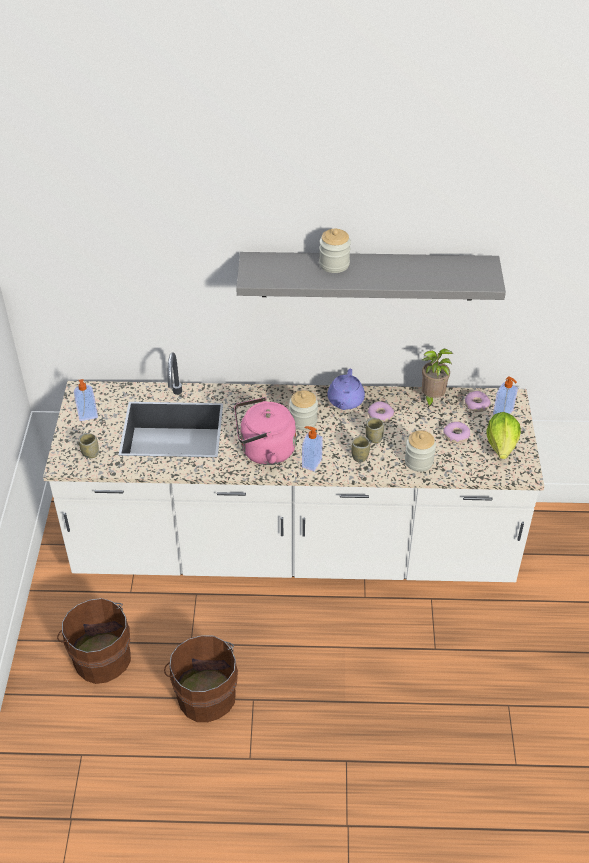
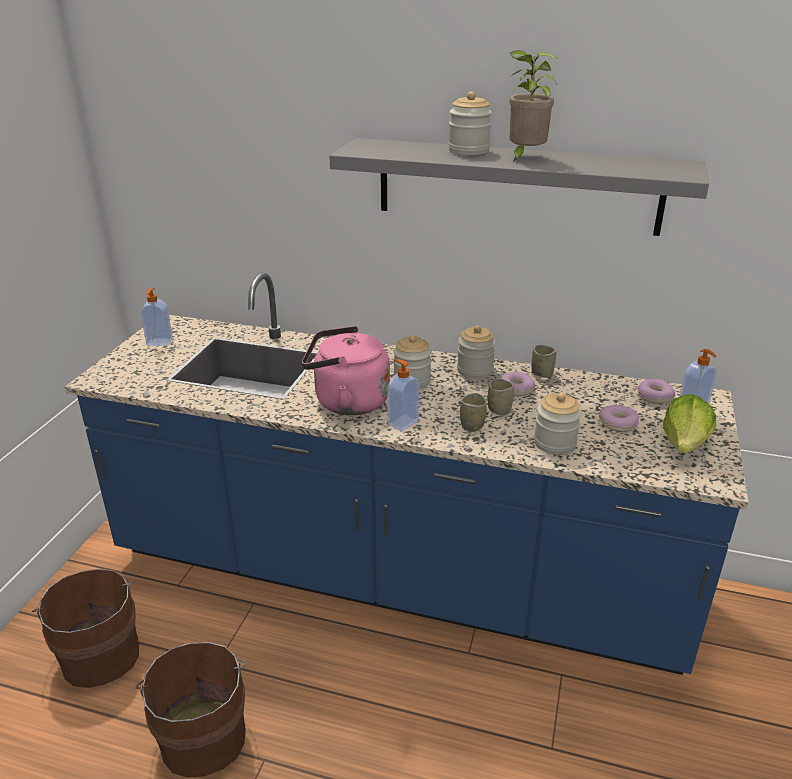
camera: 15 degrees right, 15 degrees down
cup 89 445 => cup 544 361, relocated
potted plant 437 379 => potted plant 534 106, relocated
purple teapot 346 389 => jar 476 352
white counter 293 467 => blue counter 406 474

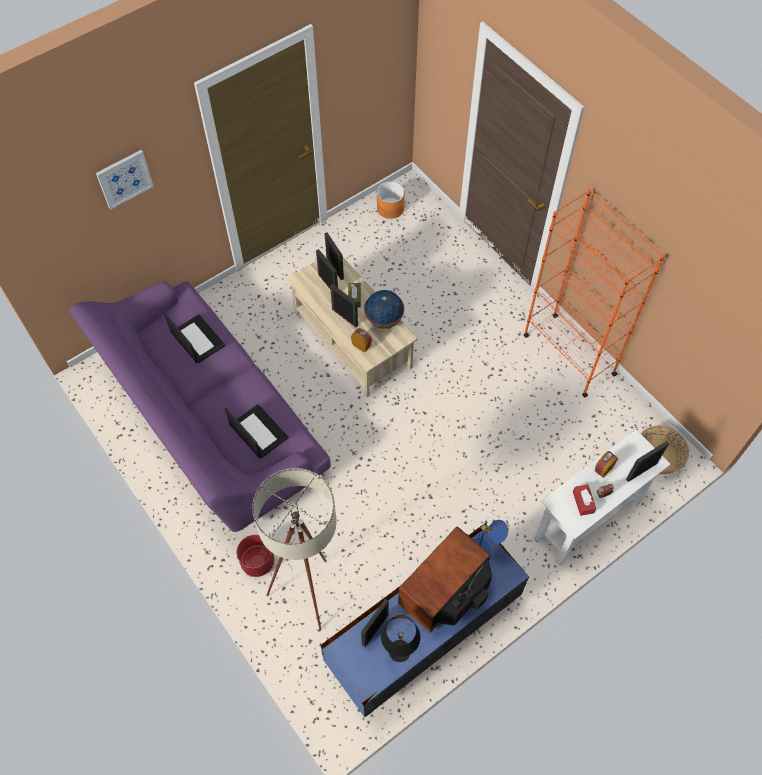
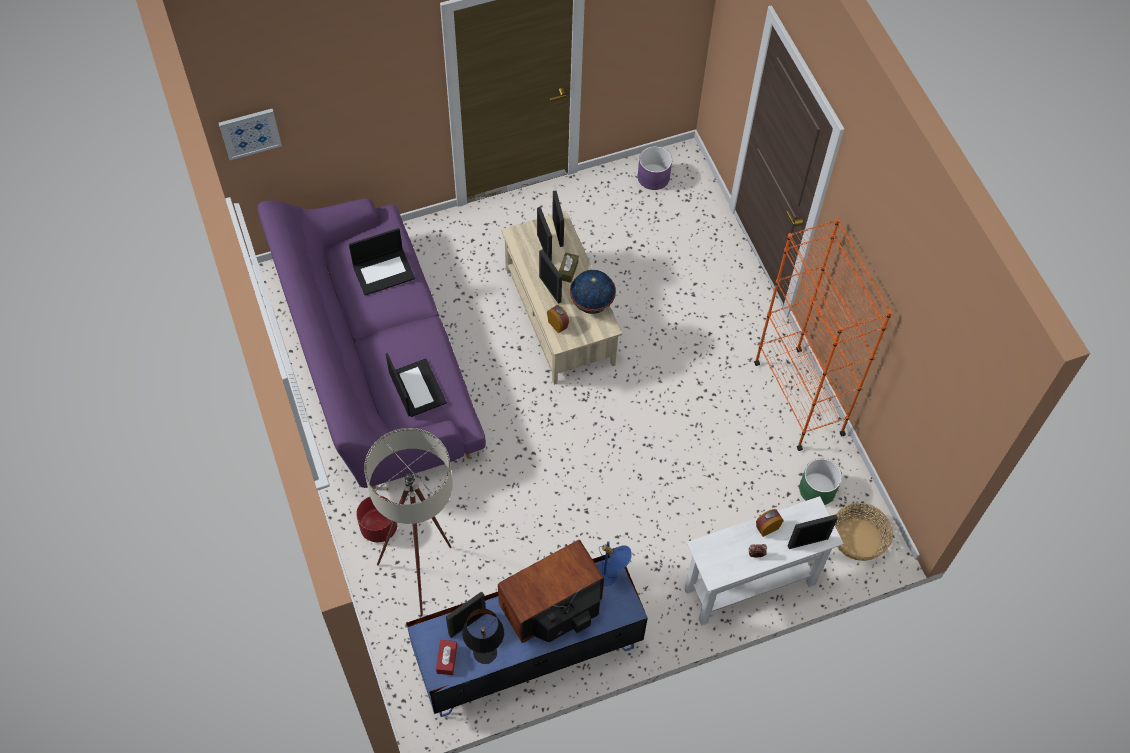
camera: 15 degrees right, 0 degrees up
nothing => green planter 820 481
picture 125 180 => picture 250 134, relocated
red tissue box 584 500 => red tissue box 446 657, relocated
orange planter 391 200 => purple planter 655 168
laptop 194 338 => laptop 382 261, 90 degrees clockwise

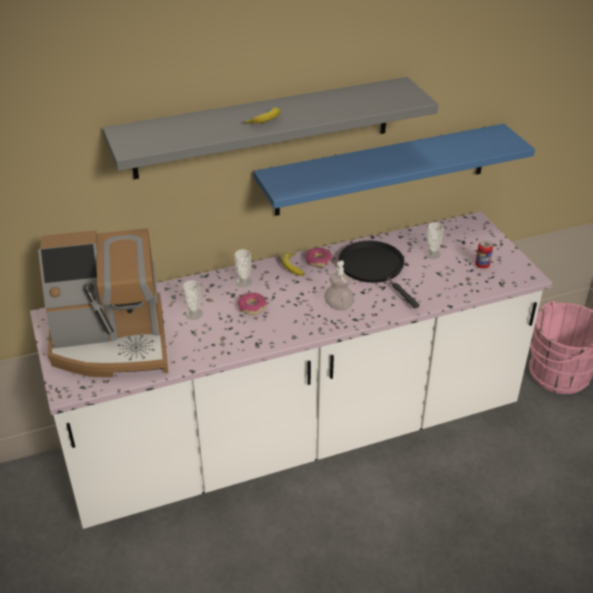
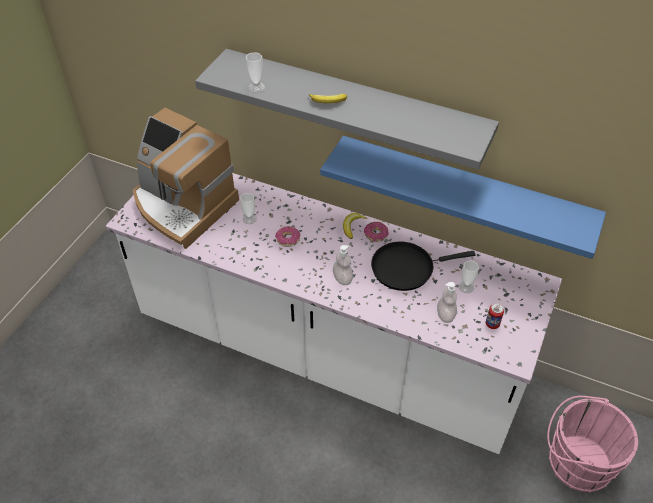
camera: 45 degrees right, 10 degrees up
nothing => soap dispenser 447 302
cup 243 268 => cup 255 72, relocated
black frying pan 379 274 => black frying pan 423 266, 120 degrees counterclockwise

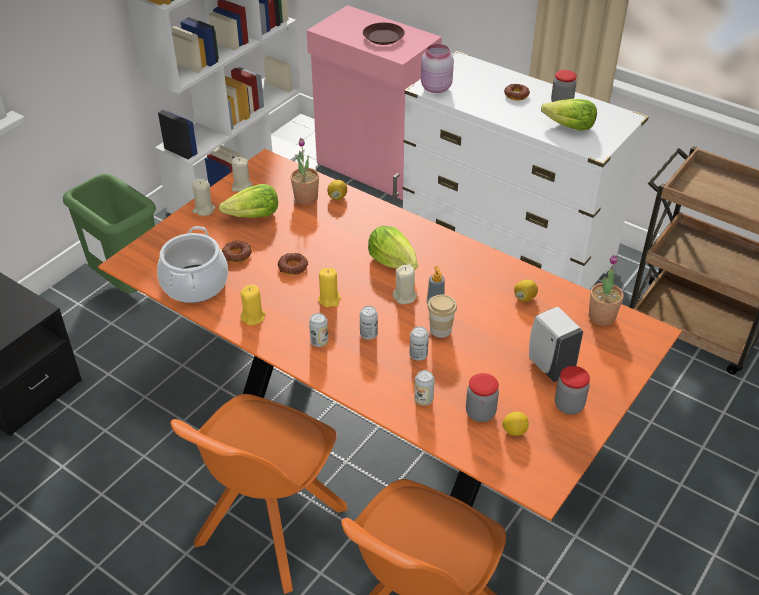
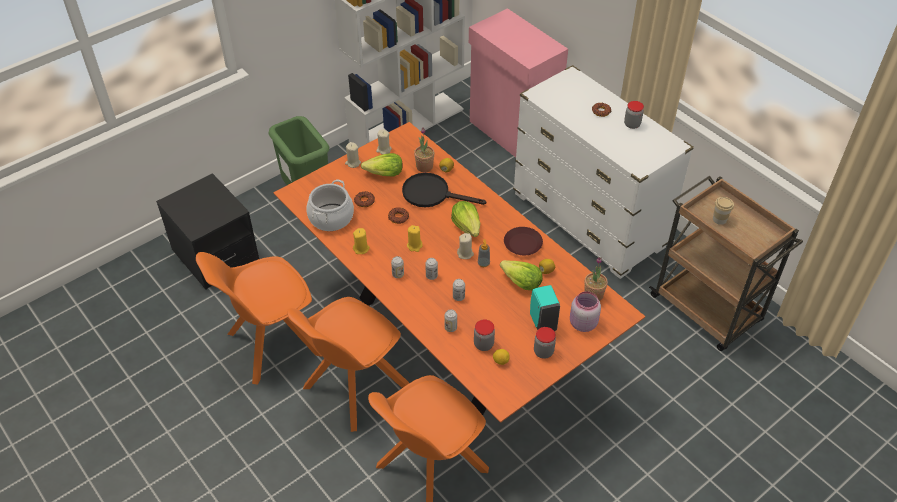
camera: 15 degrees right, 5 degrees up
nothing => orange chair 259 318
nothing => black frying pan 444 190
brown plate 384 34 => brown plate 523 241, relocated
pink jar 437 68 => pink jar 585 311, relocated
cup 442 316 => cup 723 211, relocated
lettuce 569 115 => lettuce 521 275, relocated
white soap dispenser 556 344 => turquoise soap dispenser 545 308

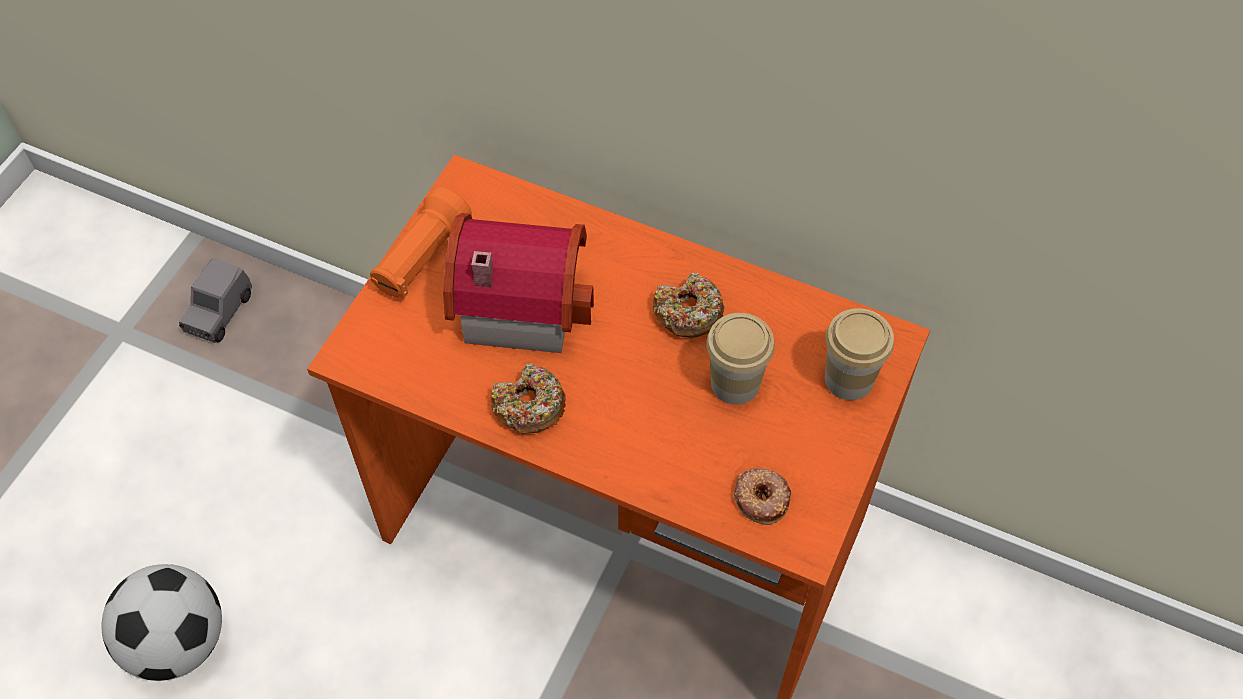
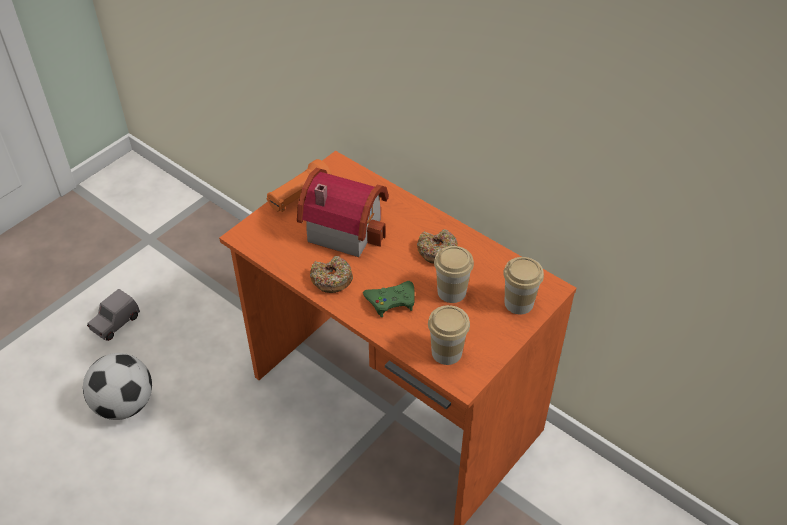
camera: 15 degrees right, 10 degrees down
nothing => green game controller 389 299
grey toy car 215 300 => grey toy car 113 315, relocated
donut 762 496 => cup 449 335

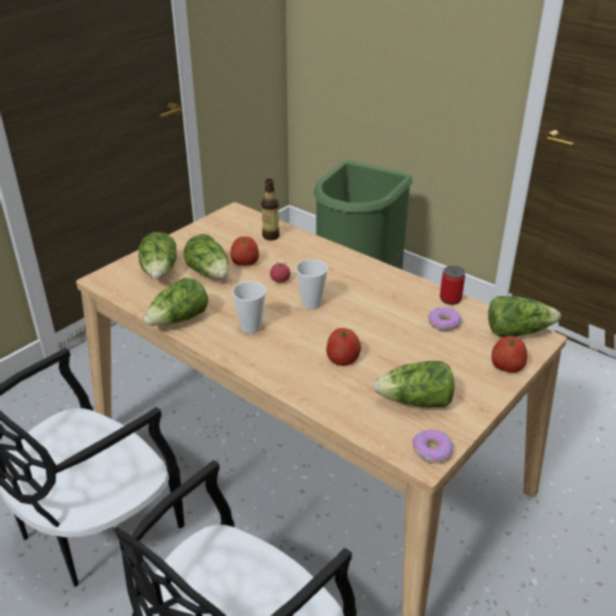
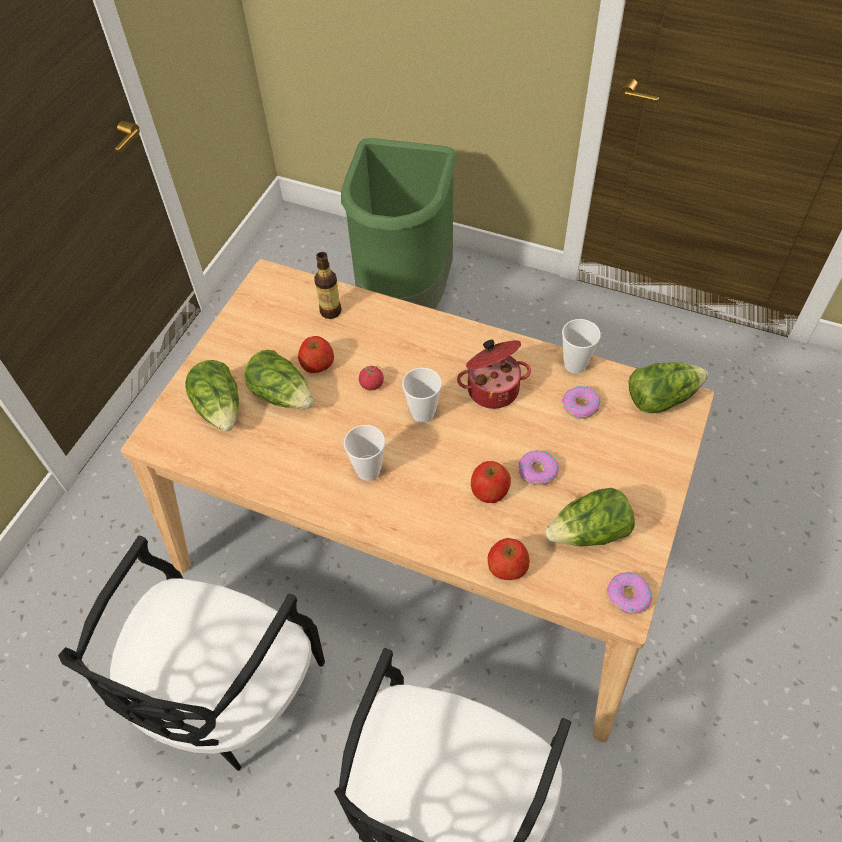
camera: 15 degrees left, 20 degrees up
lettuce 175 302 => nothing
nothing => cooking pot 494 374
nothing => donut 539 467
apple 509 354 => apple 509 559, relocated
can 452 285 => cup 581 346

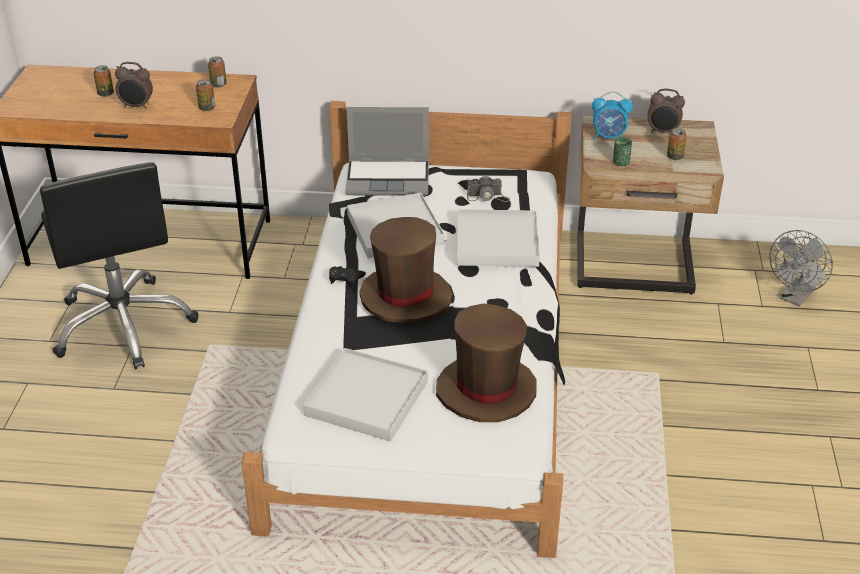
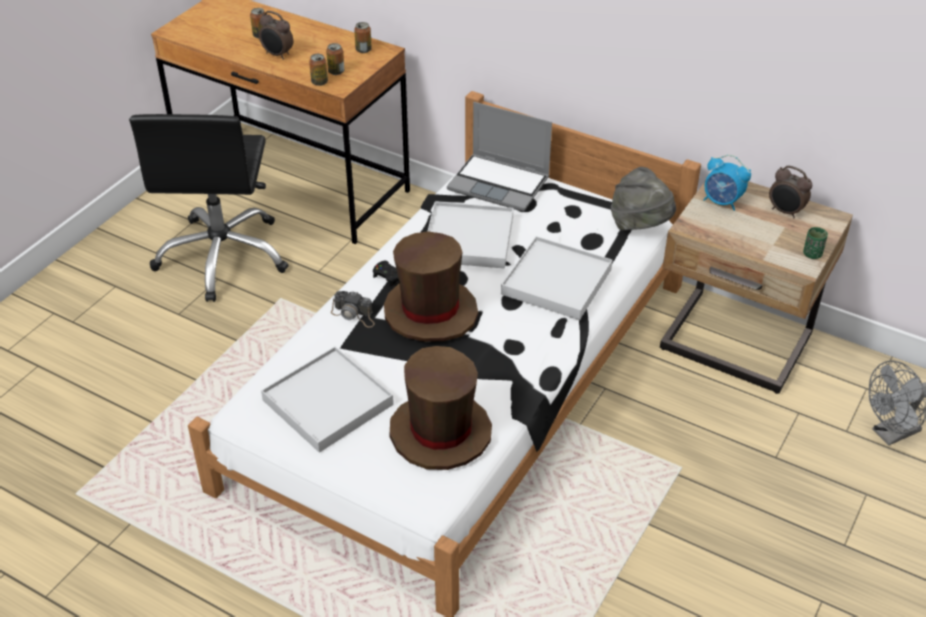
camera: 25 degrees right, 5 degrees up
nothing => grey hat 643 198
photo camera 488 189 => photo camera 353 309, relocated
green cup 622 152 => green cup 815 243, relocated
can 677 144 => can 318 70, relocated

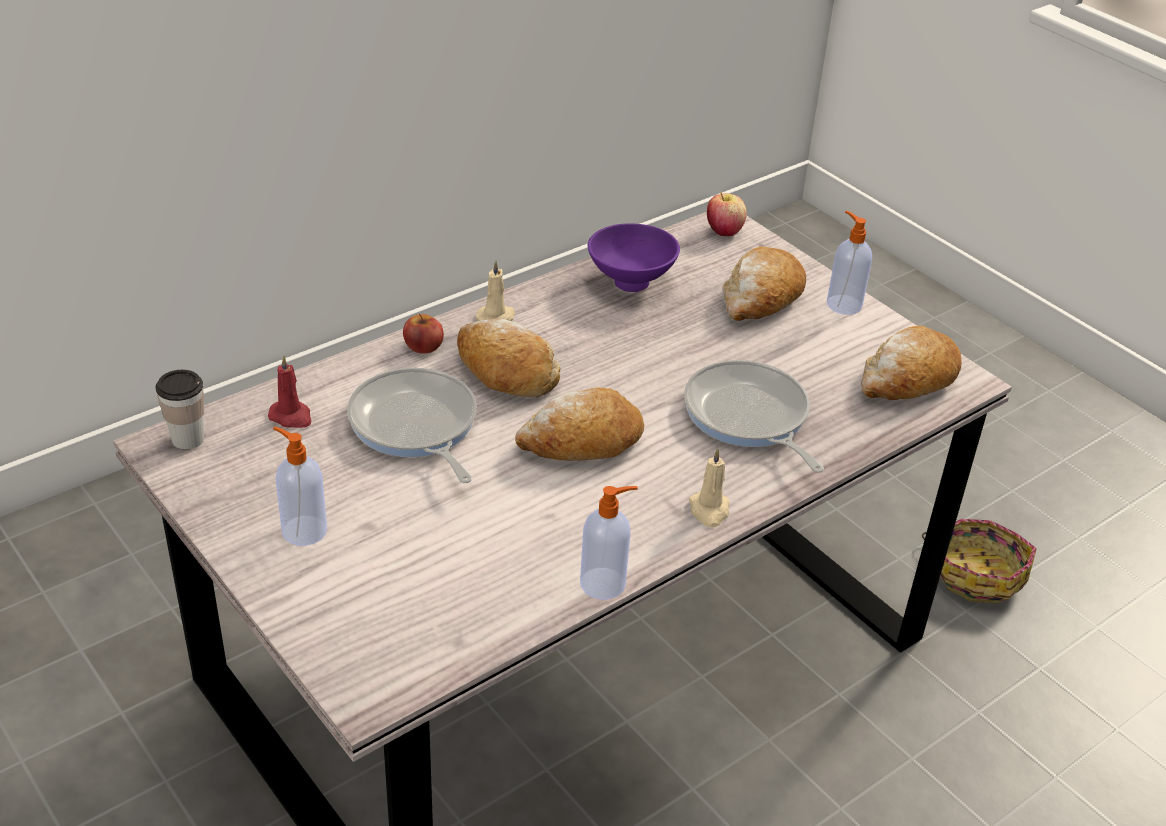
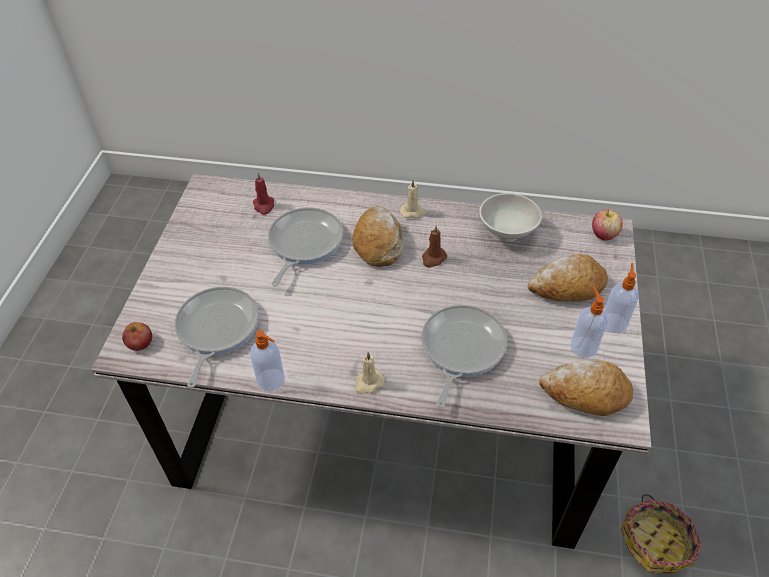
camera: 50 degrees right, 10 degrees up
cup 180 410 => nothing
bread 579 424 => nothing
nothing => frying pan 216 337
nothing => brown candle 434 246
soap dispenser 300 486 => soap dispenser 589 322, relocated
apple 423 334 => apple 137 336, relocated
purple bowl 634 257 => white bowl 510 217

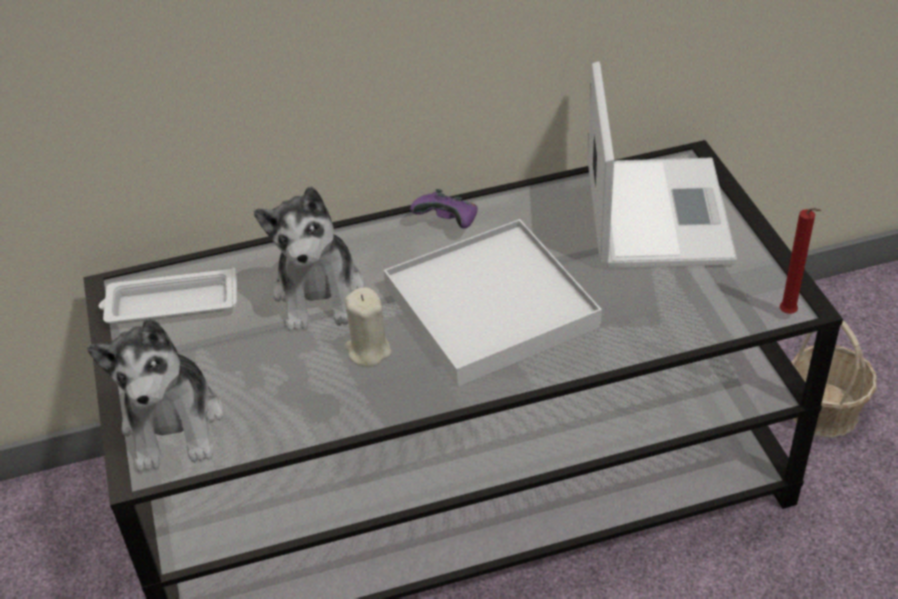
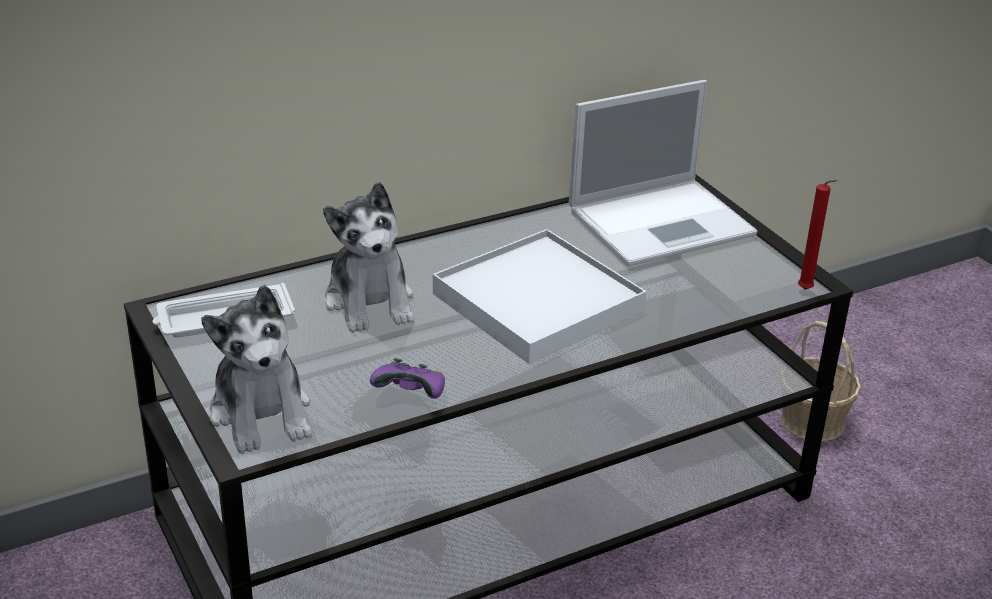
camera: 15 degrees left, 10 degrees down
beige candle 367 326 => nothing
purple game controller 444 209 => purple game controller 407 378, relocated
laptop 662 164 => laptop 663 173, 75 degrees clockwise

